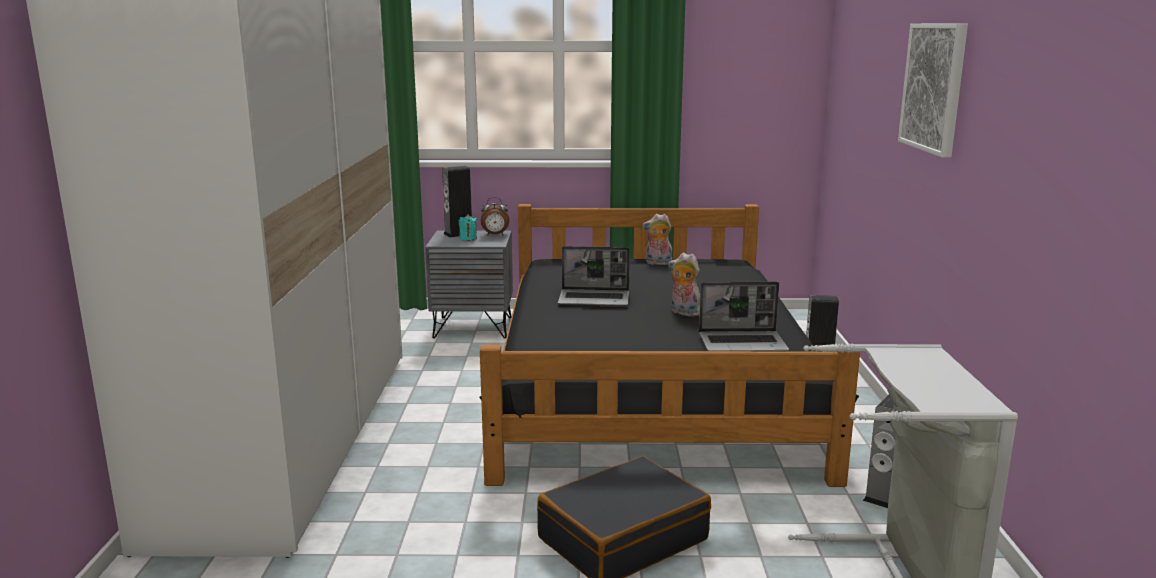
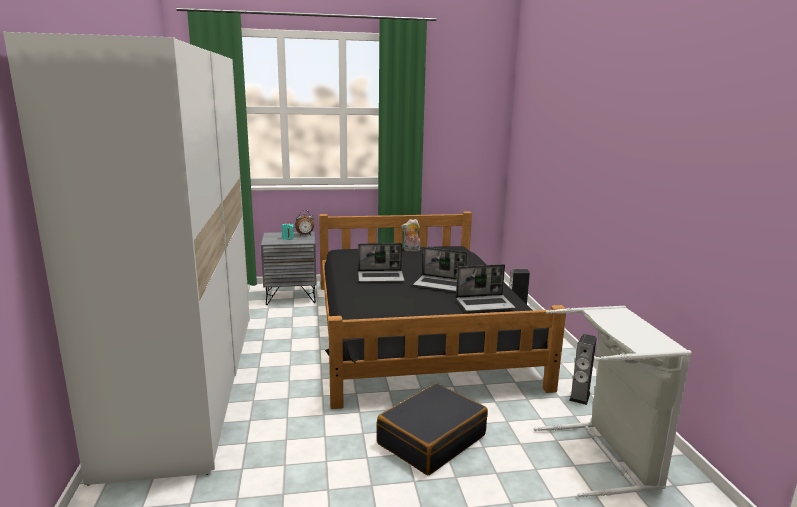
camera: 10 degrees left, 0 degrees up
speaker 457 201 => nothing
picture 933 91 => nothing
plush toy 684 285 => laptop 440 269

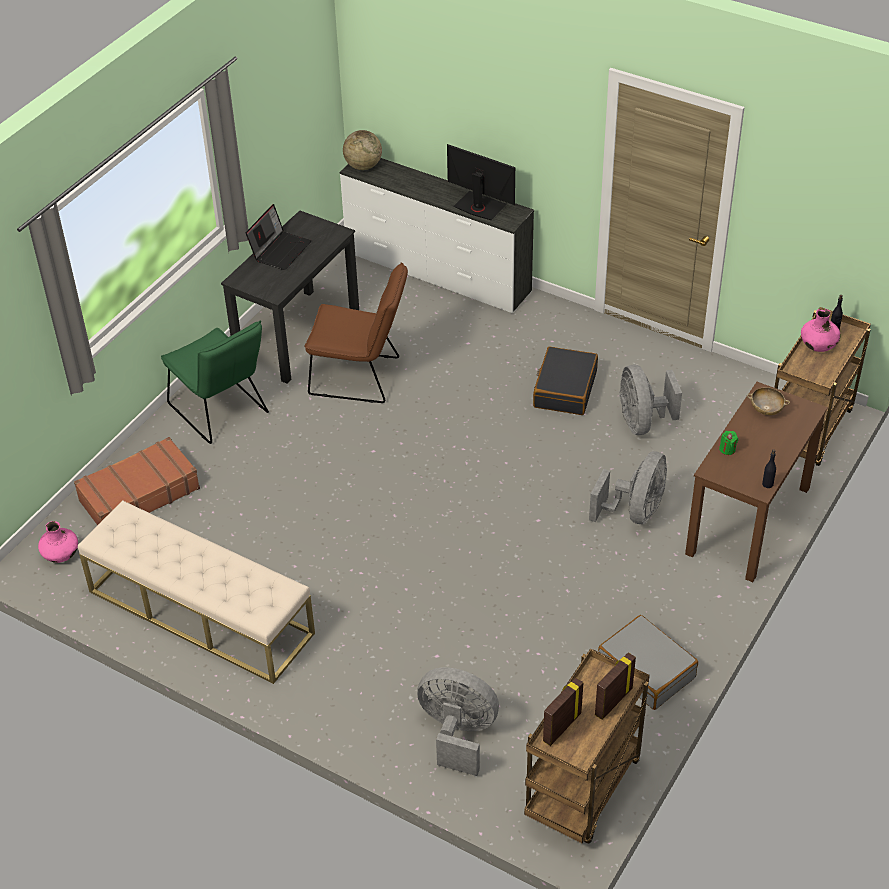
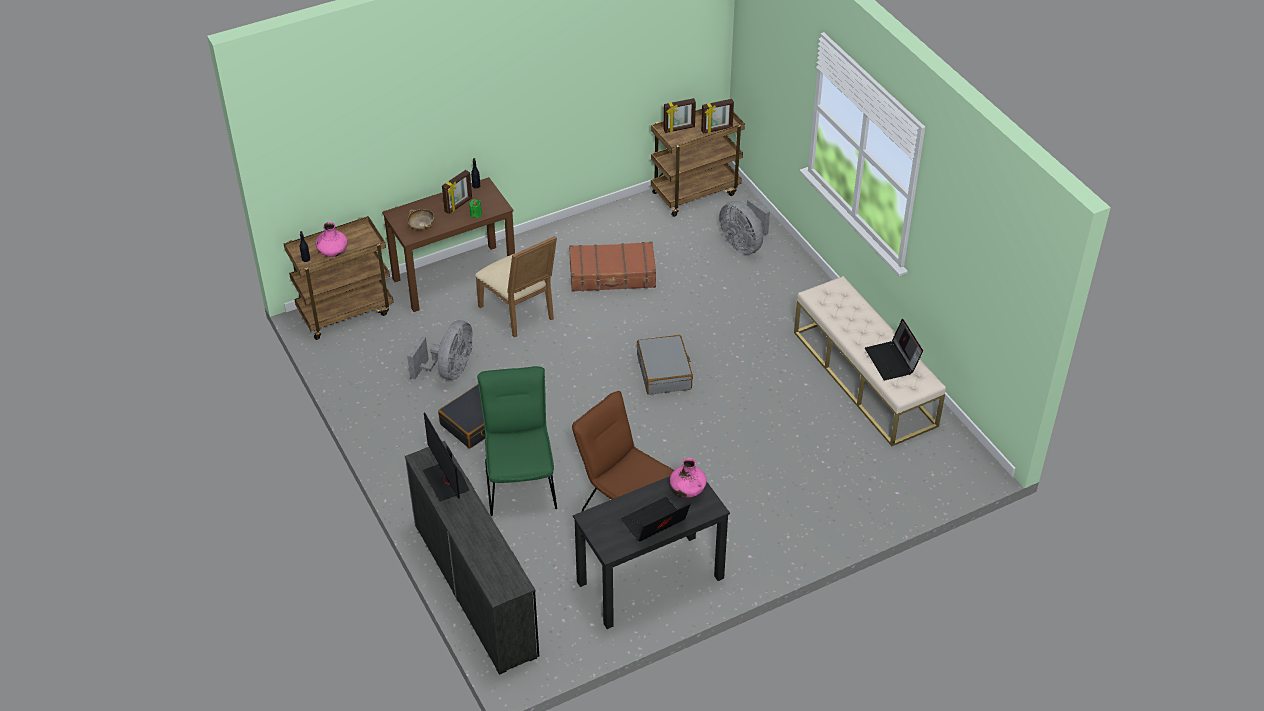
camera: 150 degrees left, 0 degrees up
globe 362 150 => nothing
nothing => picture frame 457 192
nothing => laptop 894 349
pink vase 58 542 => pink vase 688 478, relocated
brown suitcase 137 481 => brown suitcase 612 267, relocated
green chair 215 382 => green chair 517 441, relocated
grey suitcase 648 662 => grey suitcase 665 365, relocated
grey fan 628 487 => beige chair 516 287
white dresser 437 235 => black dresser 472 558

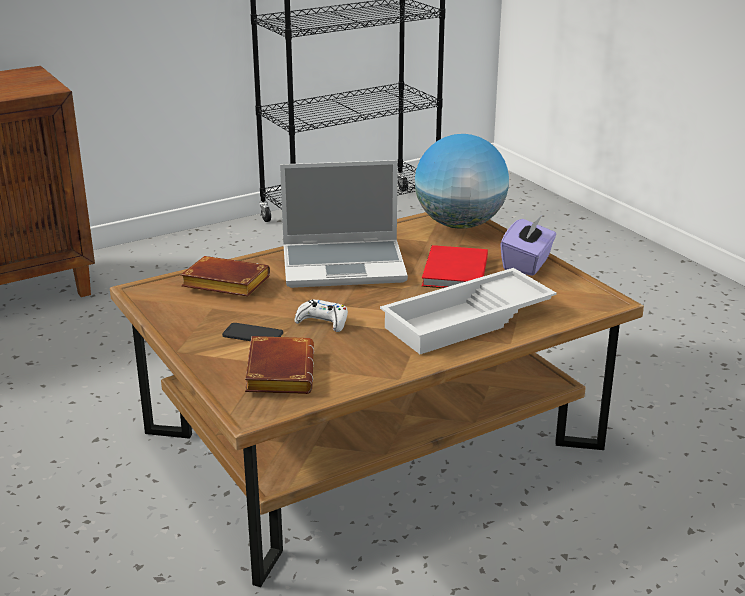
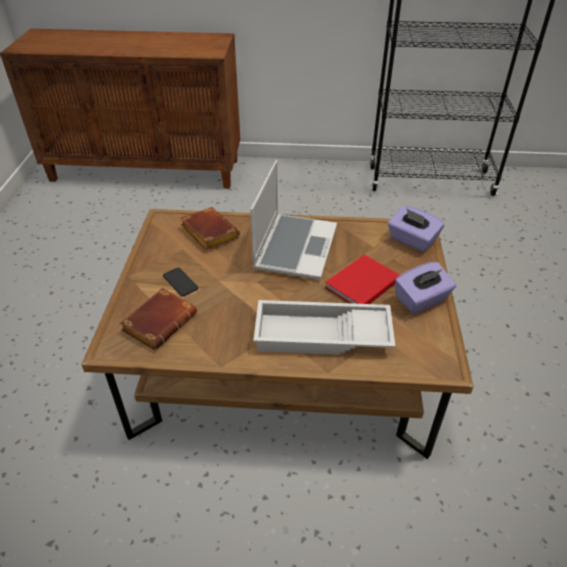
camera: 35 degrees right, 15 degrees up
white game controller 321 316 => nothing
globe 462 181 => purple tissue box 416 229
laptop 344 224 => laptop 293 220, 105 degrees counterclockwise

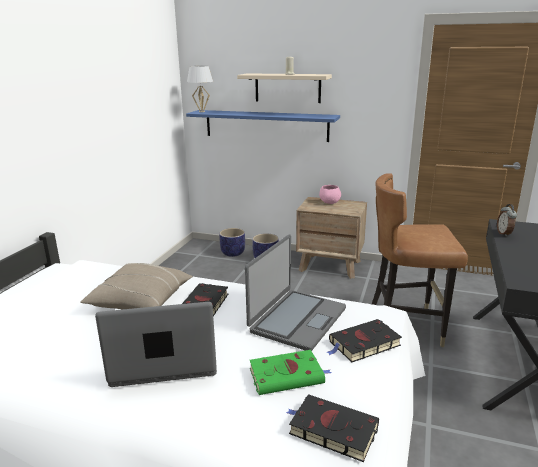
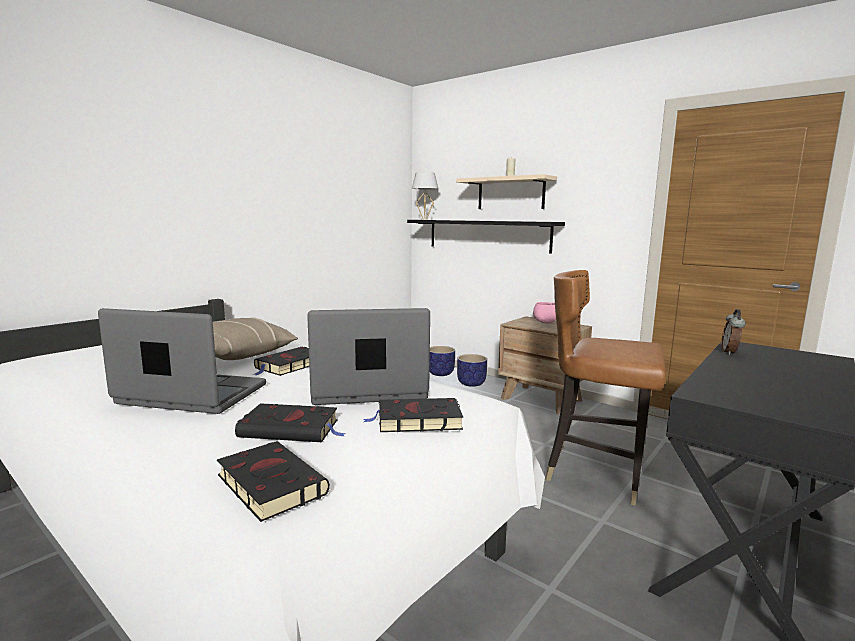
camera: 20 degrees right, 10 degrees down
blue shelf 263 126 => black shelf 486 237
green book 291 372 => black book 290 422
laptop 295 292 => laptop 368 356, 150 degrees counterclockwise

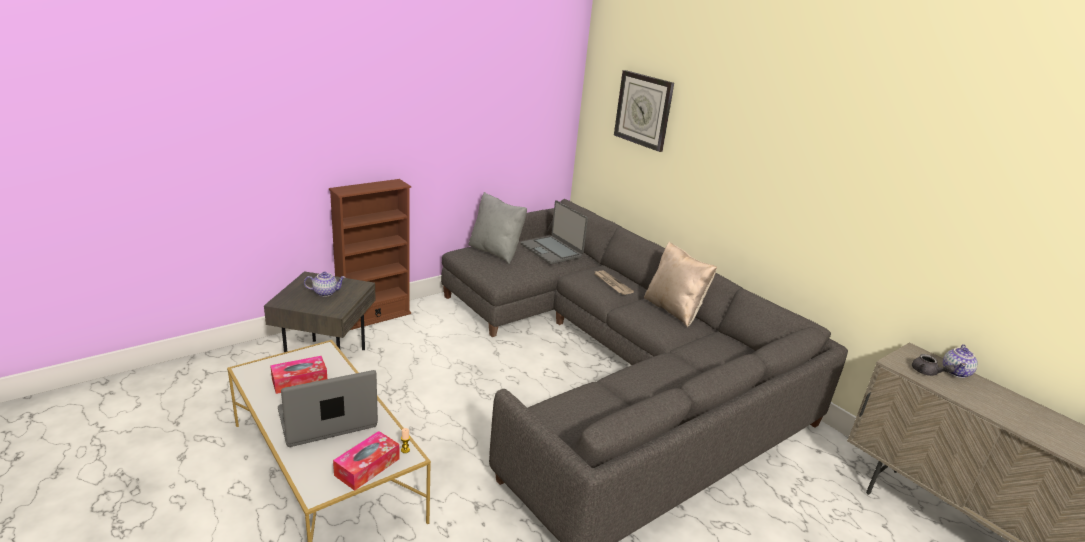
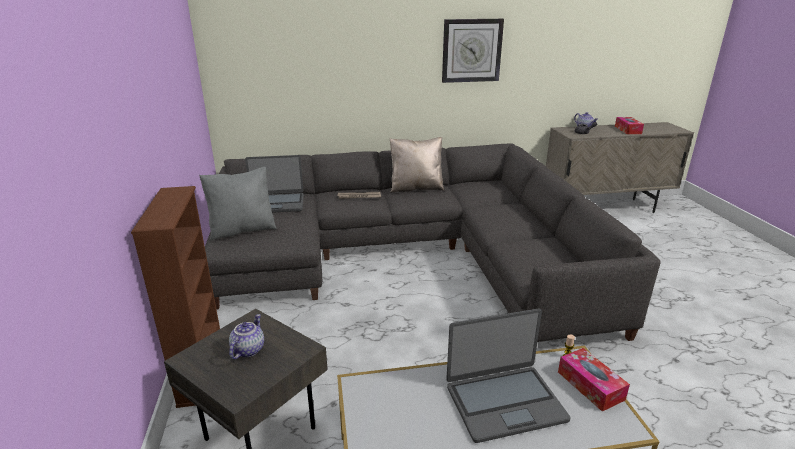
camera: 60 degrees left, 0 degrees up
tissue box 298 375 => tissue box 629 125, relocated
wall clock 644 111 => wall clock 473 51, relocated
laptop 328 408 => laptop 508 376, 105 degrees counterclockwise

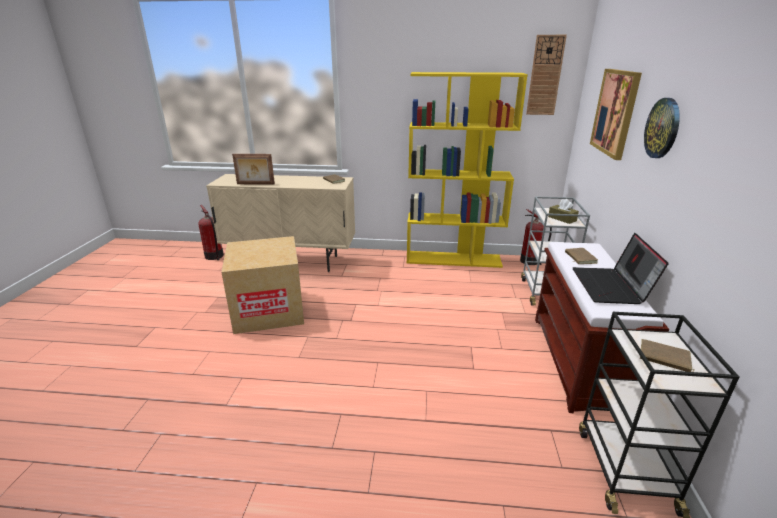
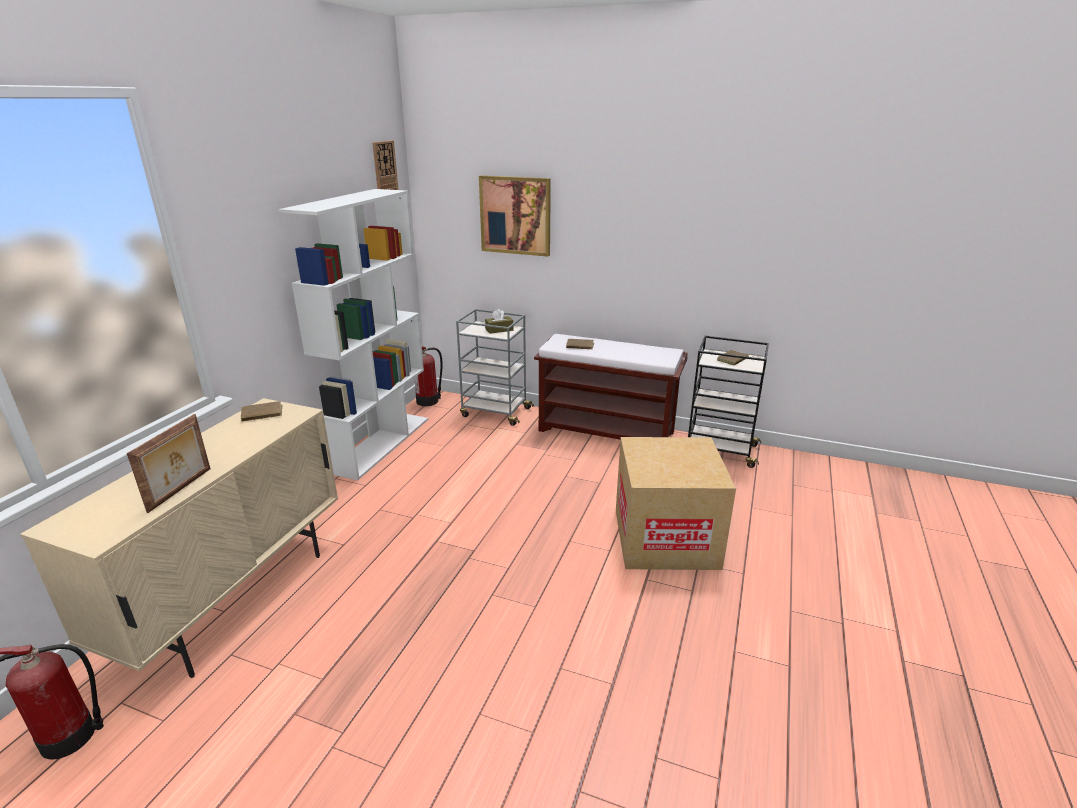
camera: 75 degrees left, 0 degrees up
laptop 621 268 => nothing
wall clock 662 128 => nothing
cardboard box 262 285 => cardboard box 676 503, relocated
yellow bookcase 467 170 => white bookcase 353 335

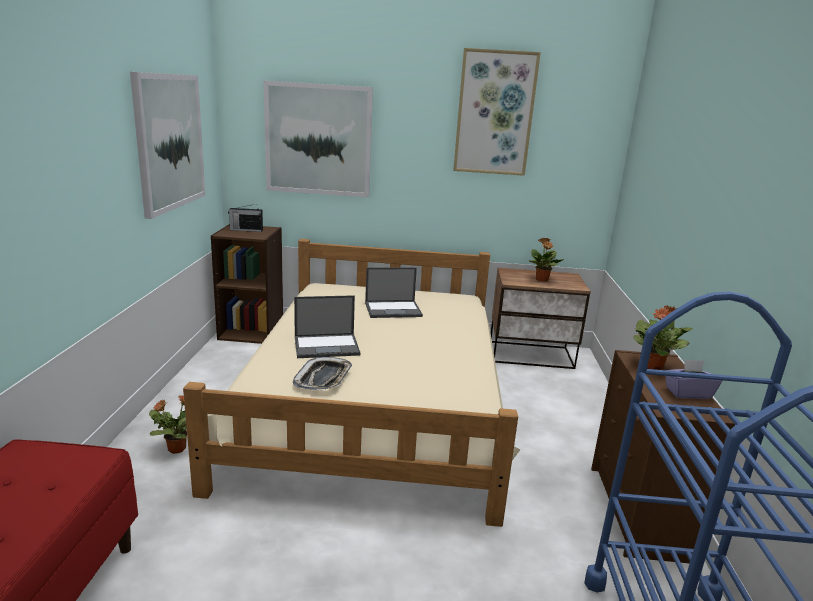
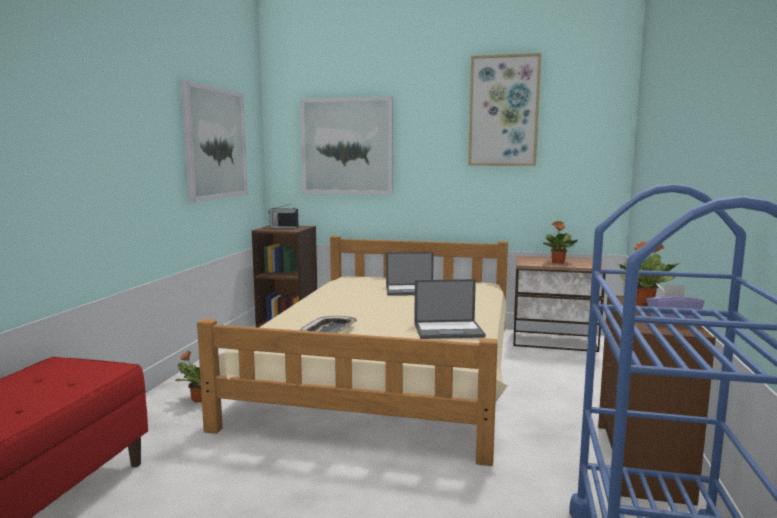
camera: 10 degrees right, 10 degrees down
laptop 327 326 => laptop 450 309, relocated

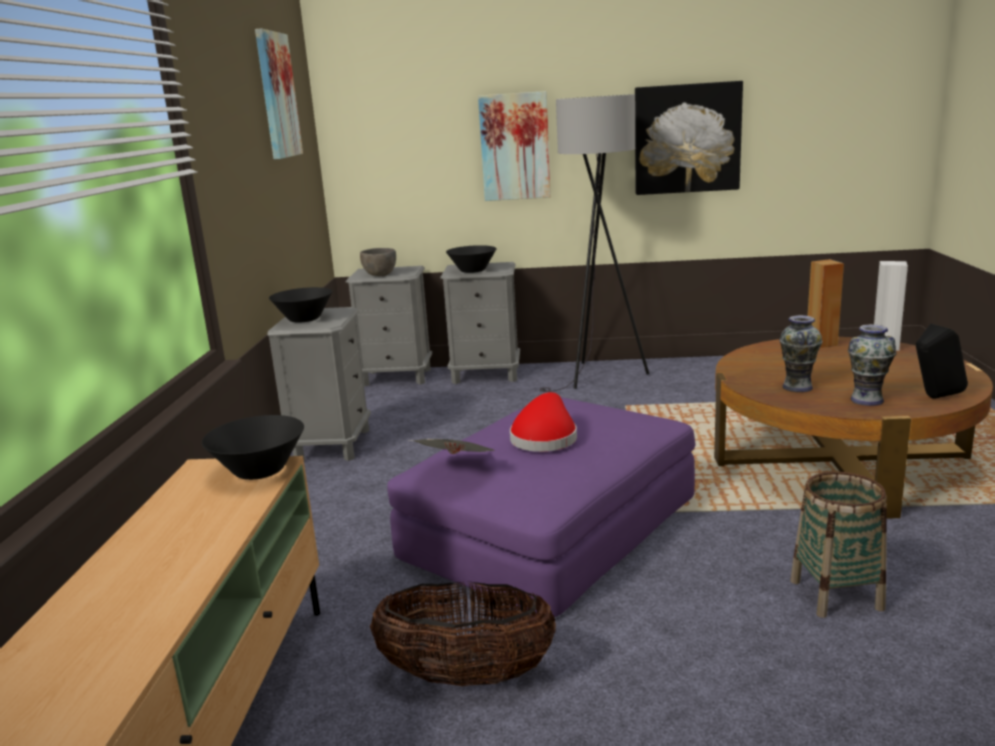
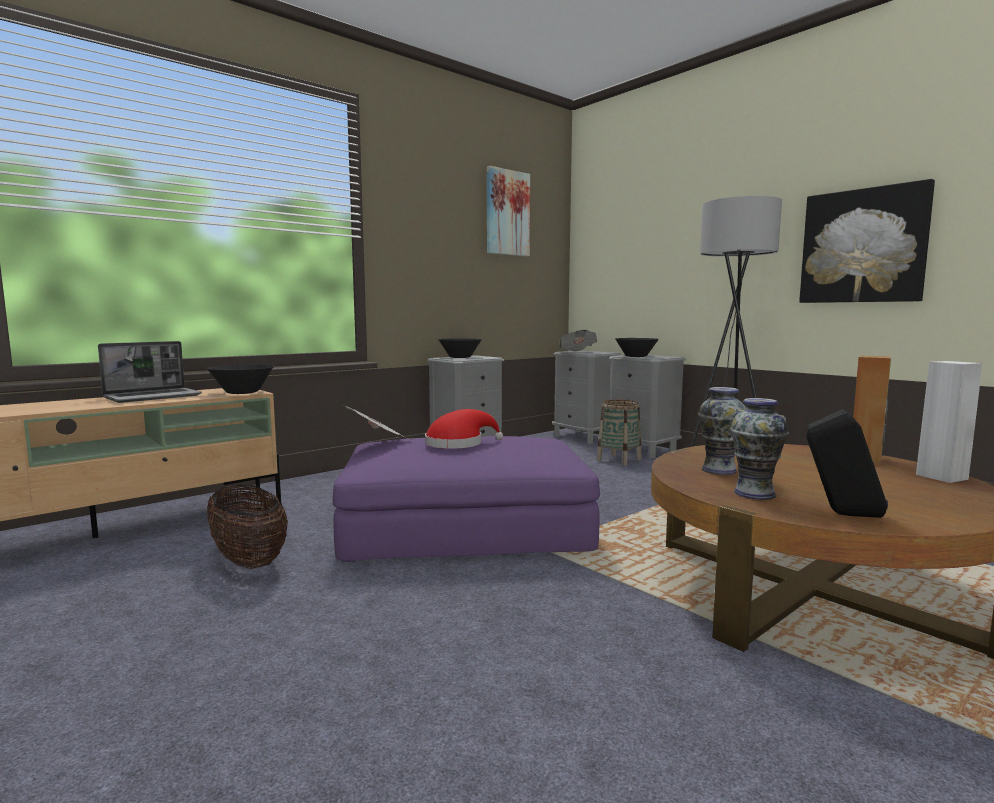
camera: 45 degrees right, 10 degrees down
picture 514 146 => nothing
nothing => laptop 150 372
basket 839 545 => basket 619 433, relocated
grey bowl 378 262 => newspaper 578 340

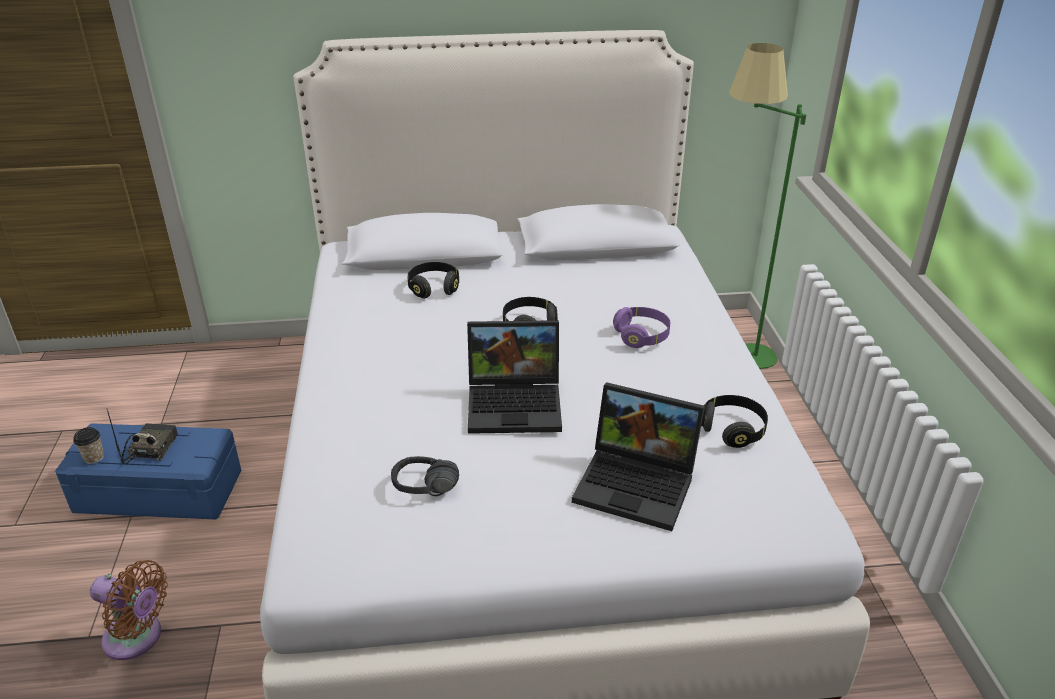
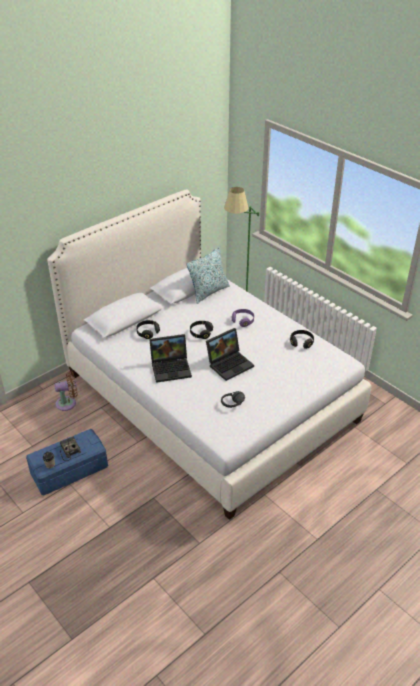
camera: 35 degrees left, 5 degrees up
nothing => pillow 208 275
brown fan 129 610 => brown fan 66 391, relocated
laptop 638 456 => laptop 170 358, relocated

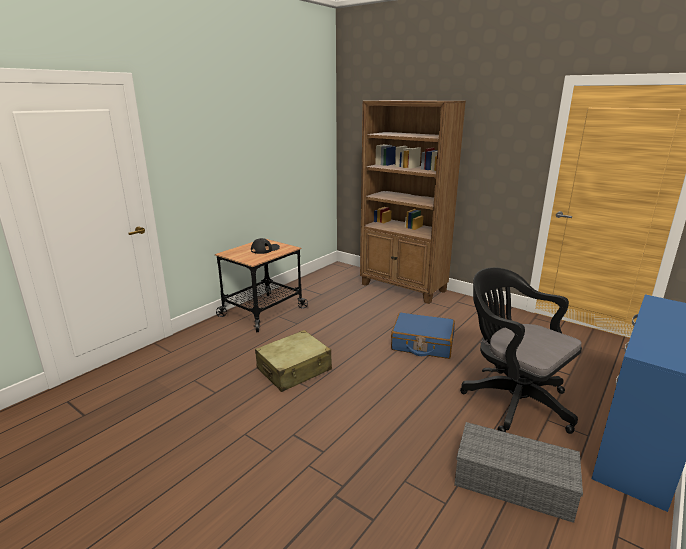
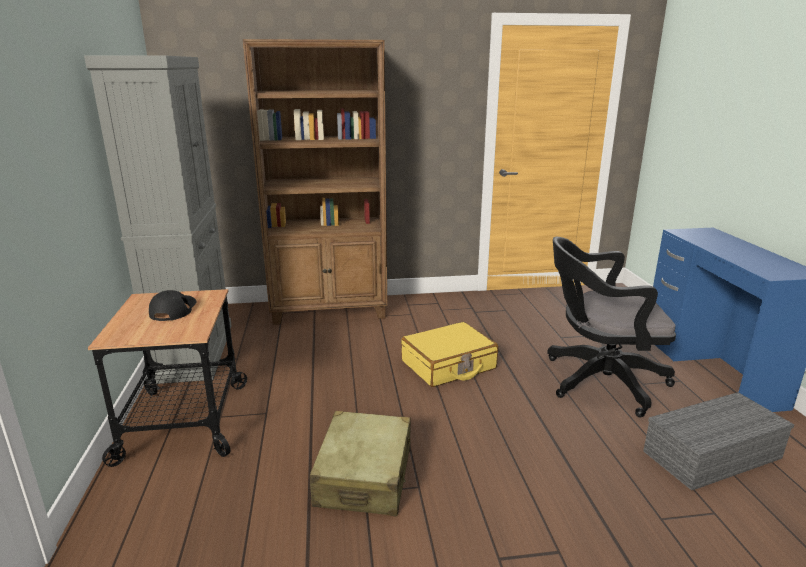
camera: 45 degrees left, 0 degrees up
nothing => grey cabinet 158 219
blue suitcase 423 335 => yellow suitcase 449 354

